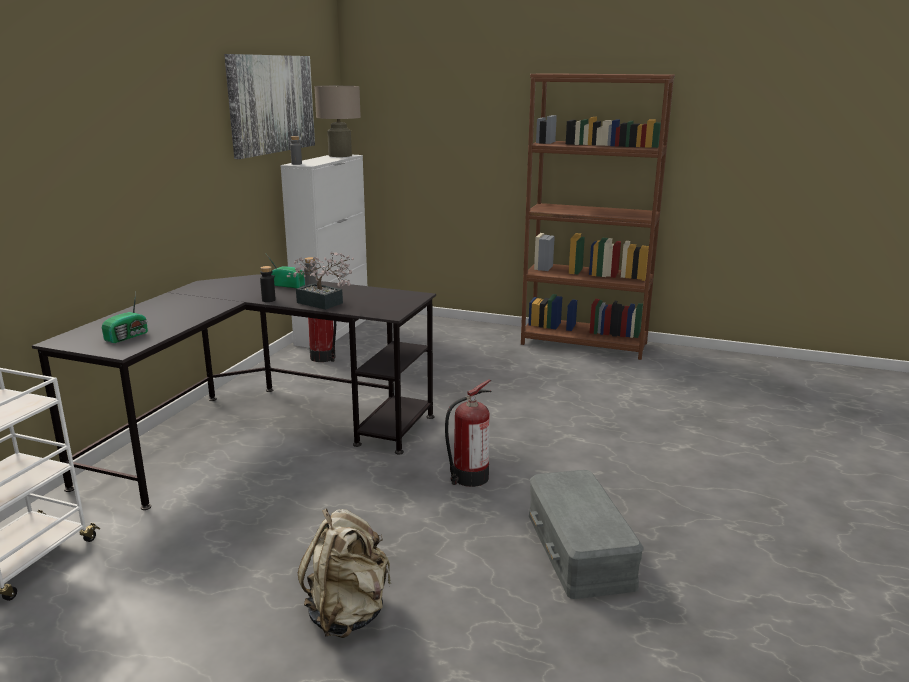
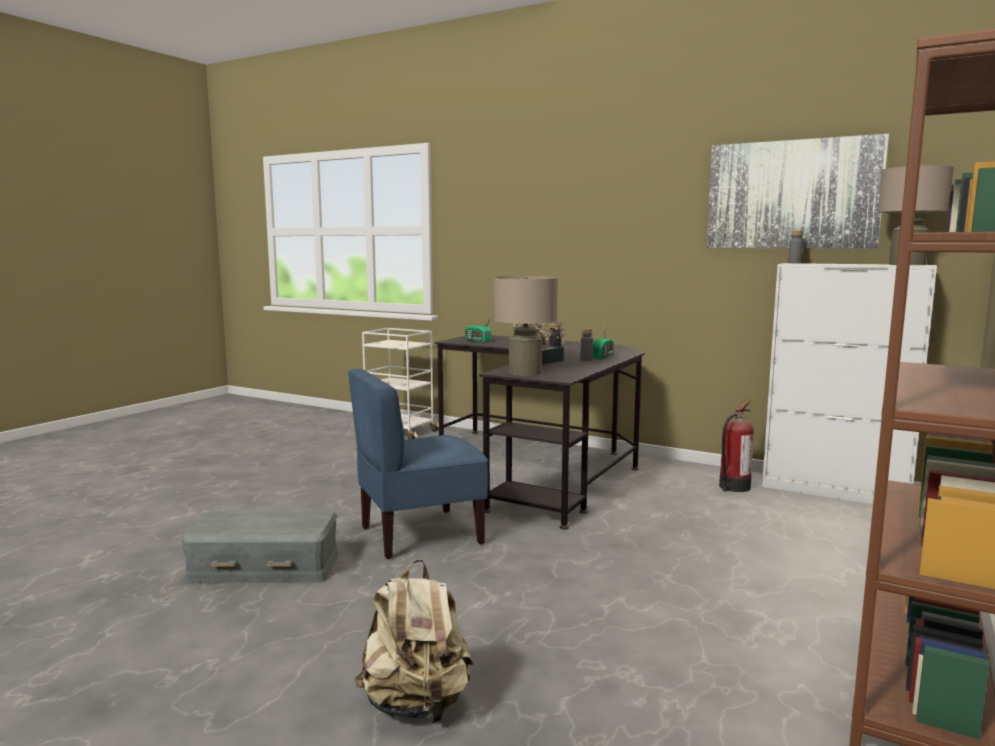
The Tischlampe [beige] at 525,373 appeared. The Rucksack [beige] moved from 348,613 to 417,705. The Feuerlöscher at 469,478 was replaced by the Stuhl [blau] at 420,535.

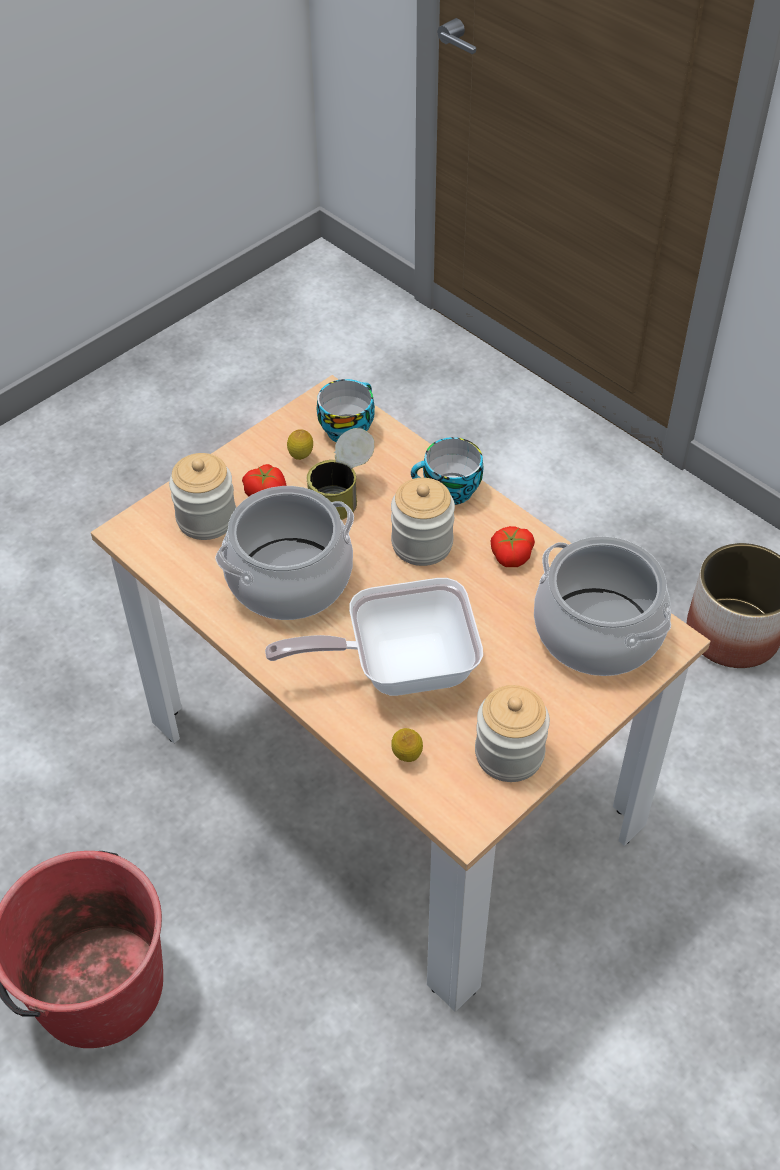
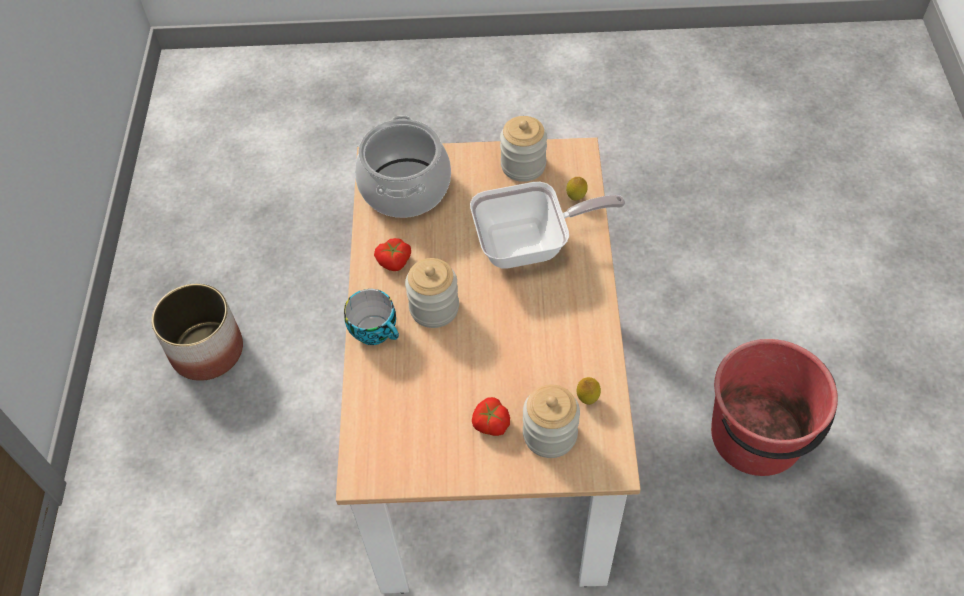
The Kochtopf at 289,580 disappeared. The Dose at 342,494 disappeared. The Tasse at 347,428 disappeared. The Zitrone moved from 301,457 to 587,399. The Pfanne at 398,667 turned 45 degrees counterclockwise.

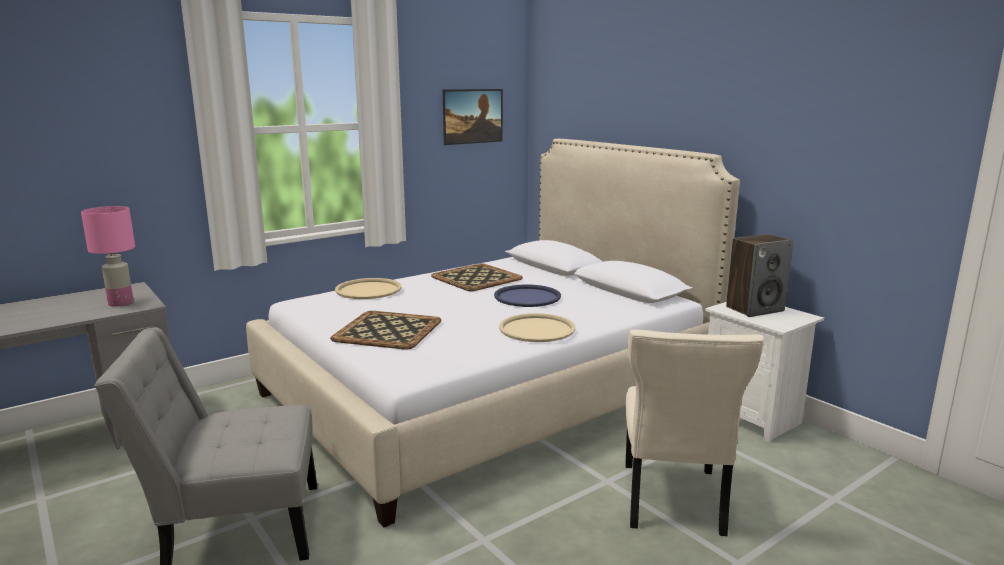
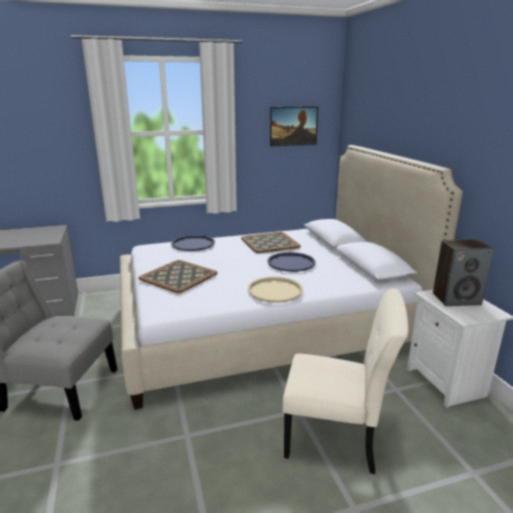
The Tischlampe [rosa] at 120,303 disappeared. The Tablett [beige] at 368,290 became the Tablett [blau] at 193,244. The Stuhl [beige] at 672,501 turned 105 degrees counterclockwise.

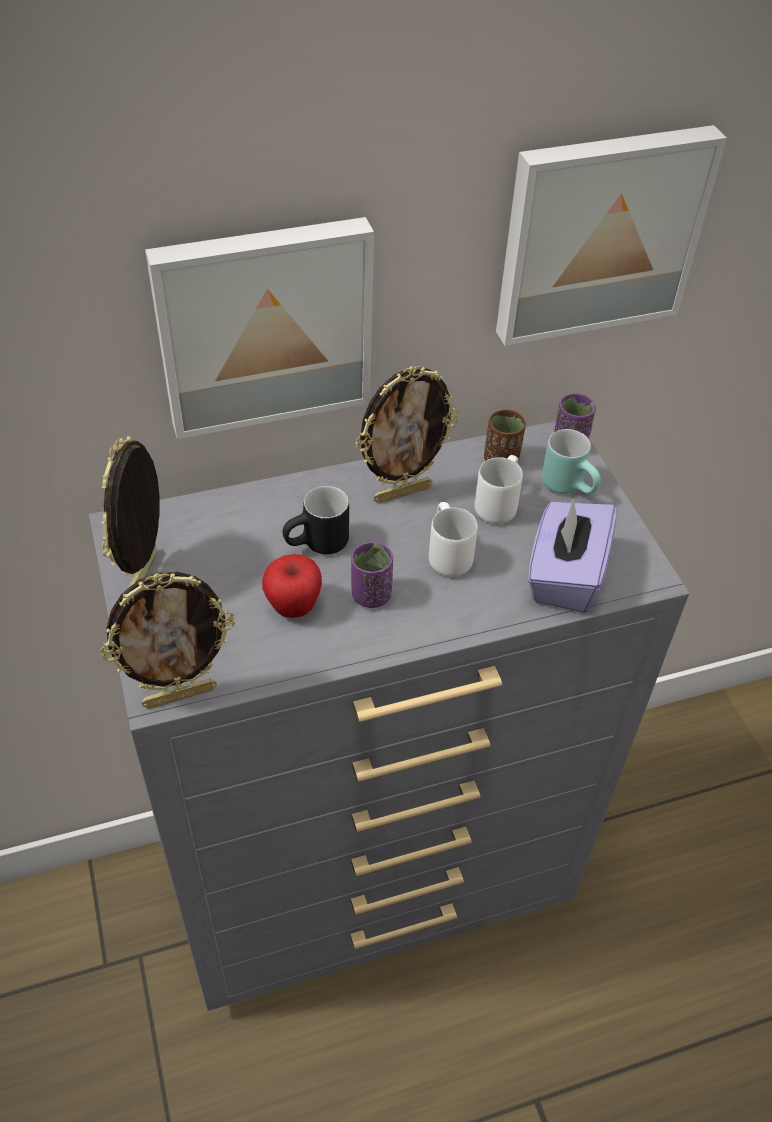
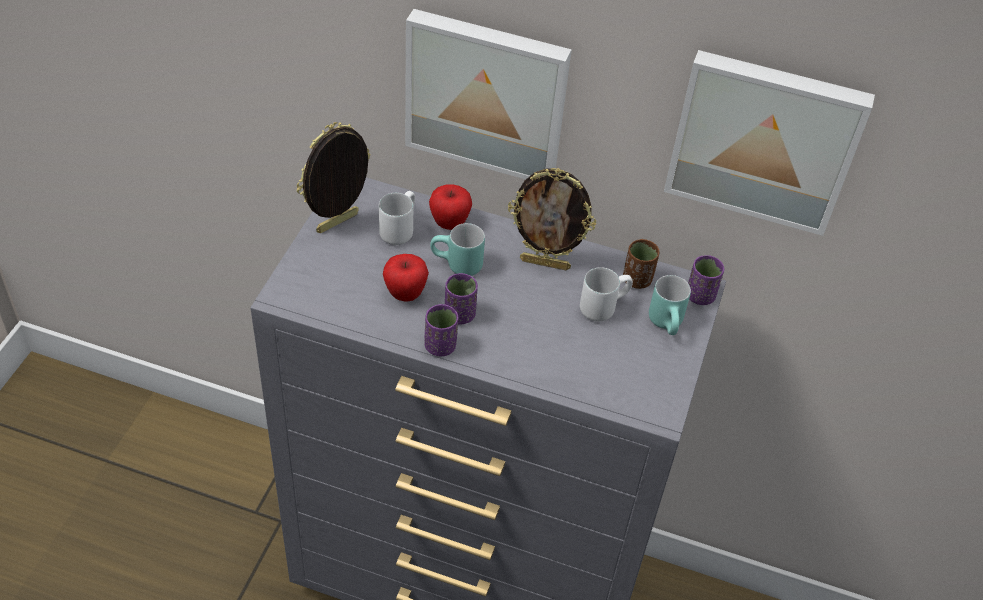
The Bilderrahmen at 180,695 disappeared. The Taschentuchbox [lila] at 564,576 disappeared. The Tasse [lila] at 440,346 appeared. The Apfel at 449,223 appeared. The Henkelbecher [weiß] moved from 444,555 to 397,229. The Henkelbecher [schwarz] at 318,546 became the Henkelbecher [türkis] at 456,266.

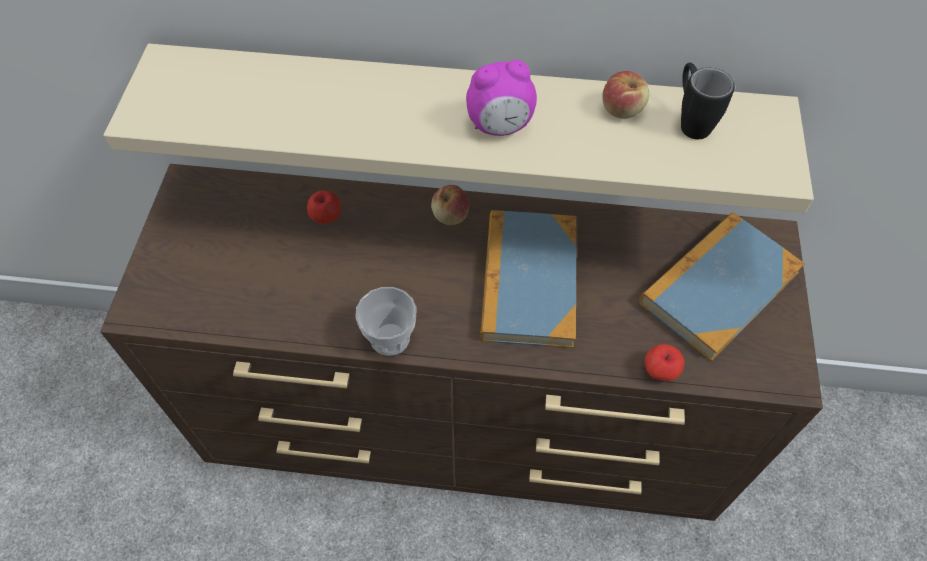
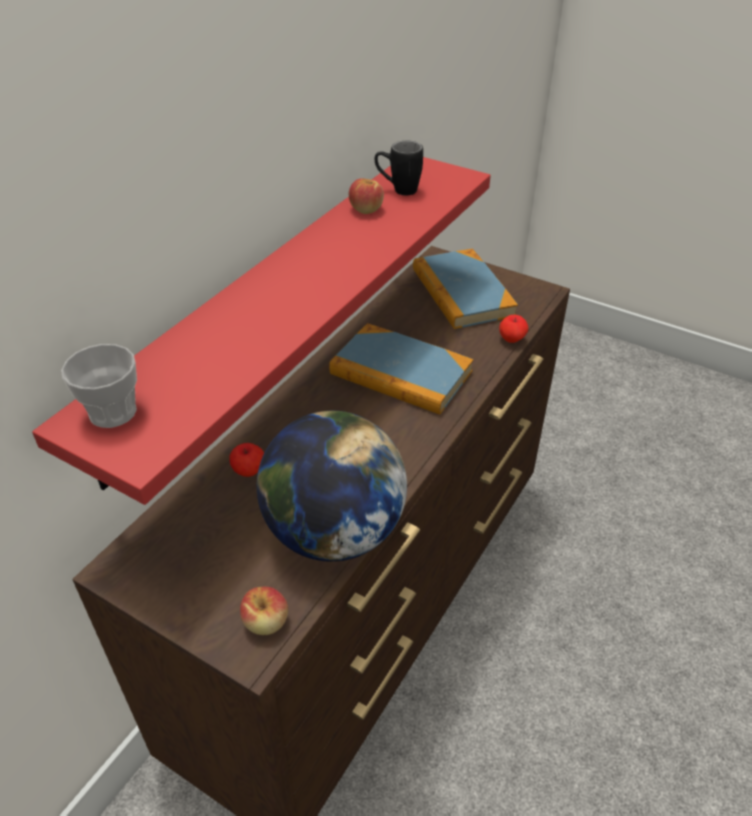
The Wecker at 500,126 disappeared. The Globus at 334,532 appeared. The Tasse moved from 390,338 to 113,412. The Apfel moved from 450,216 to 266,622. The Wandregal [beige] at 464,110 became the Wandregal [rot] at 268,301.

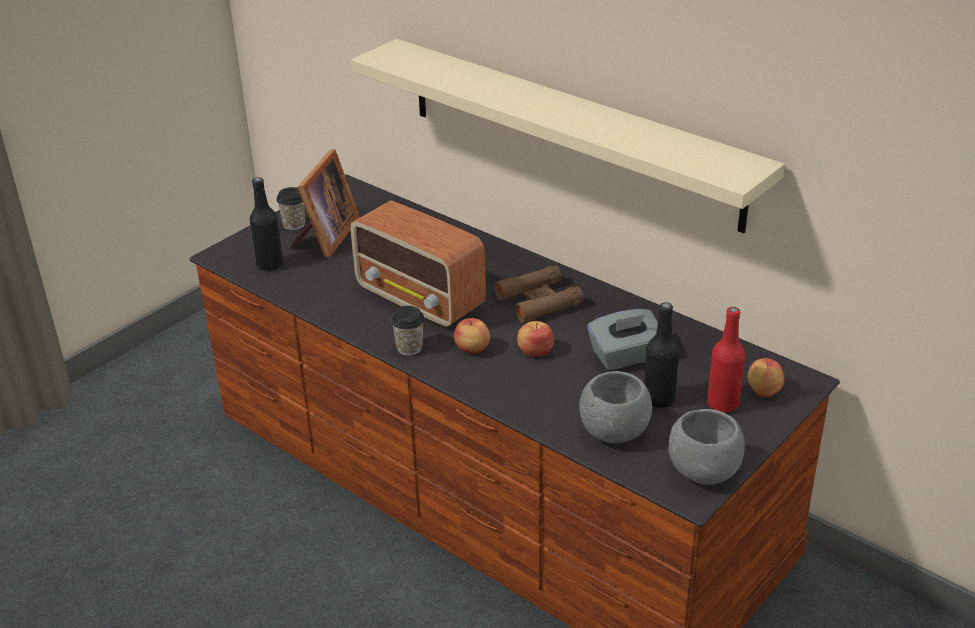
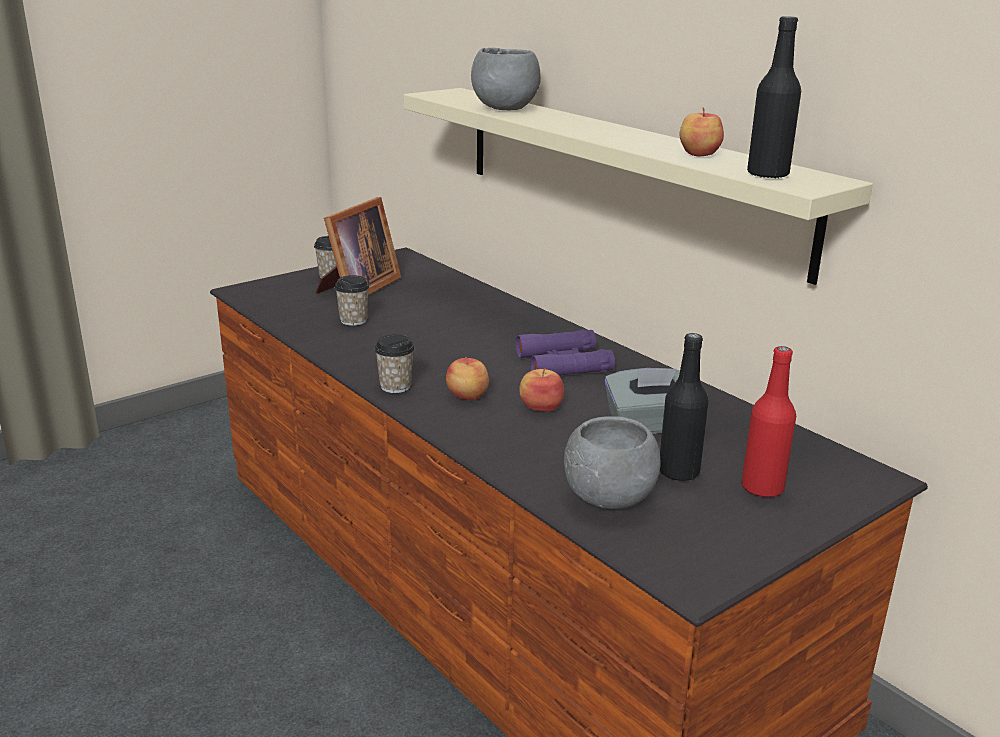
The Radio at 421,300 disappeared. The Tasse at 353,320 appeared. The Flasche [schwarz] moved from 270,264 to 767,174. The Schüssel [grau] moved from 704,472 to 505,108. The Apfel moved from 763,390 to 698,154. The Fernglas [braun] at 538,301 became the Fernglas [lila] at 563,364.

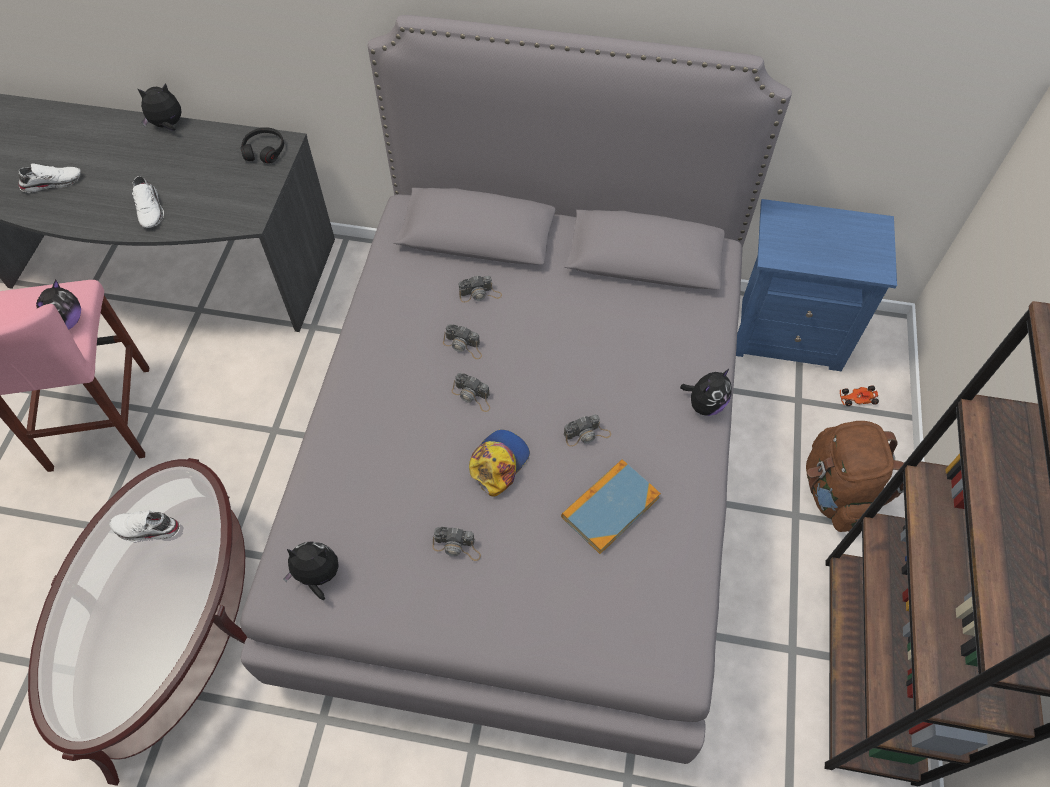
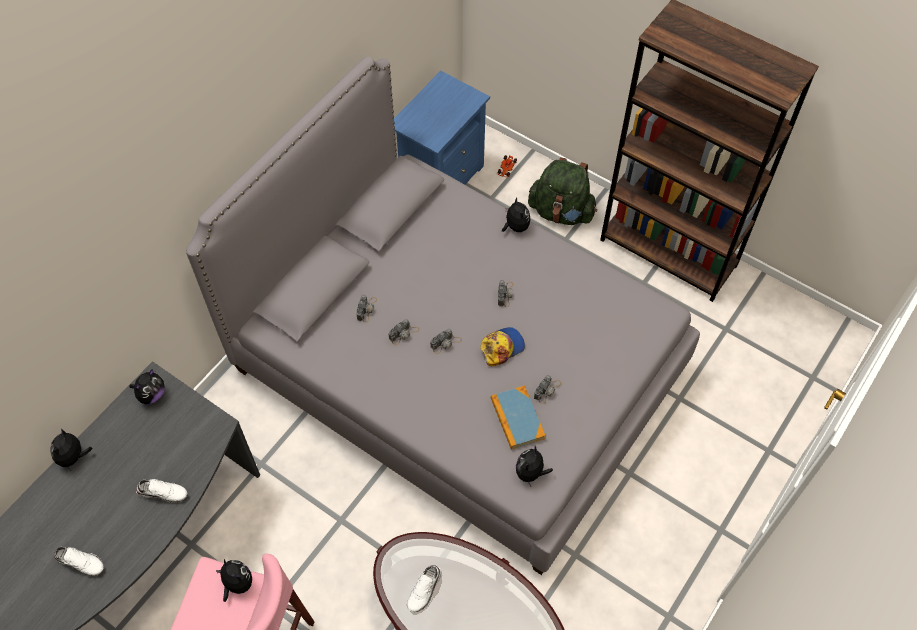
The Buch moved from 610,507 to 517,418. The Kopfhörer [schwarz] at 264,150 was replaced by the Plüschtier at 151,394. The Rucksack [braun] at 836,492 became the Rucksack [grün] at 561,212. The Schuh [weiß] at 52,182 turned 105 degrees clockwise. The Kappe at 498,463 turned 90 degrees clockwise.

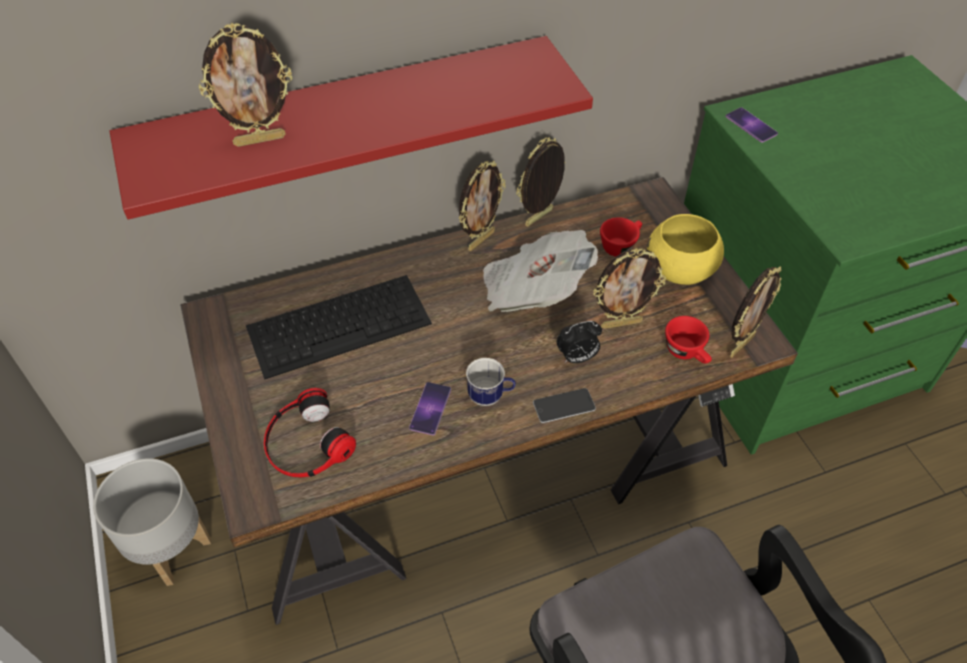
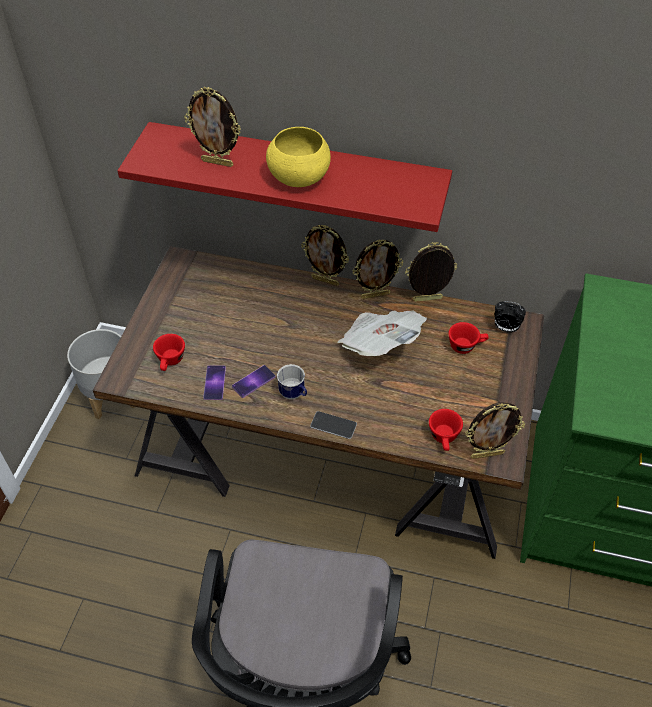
The Tastatur at 340,324 disappeared. The Wecker moved from 577,357 to 505,328. The Bilderrahmen moved from 621,323 to 325,281. The Schüssel [gelb] moved from 680,271 to 299,178. The Handy moved from 751,125 to 214,382. The Kopfhörer at 306,443 was replaced by the Tasse [rot] at 170,362.

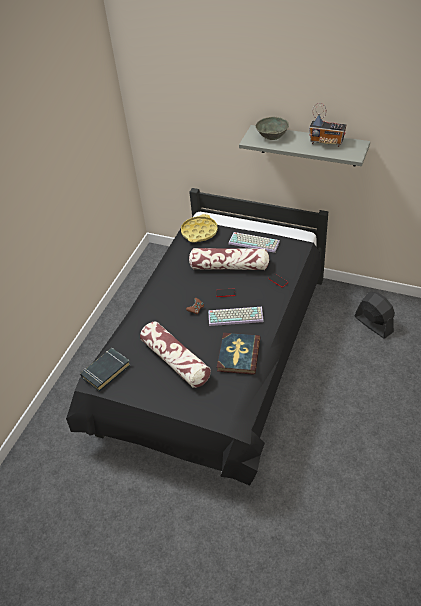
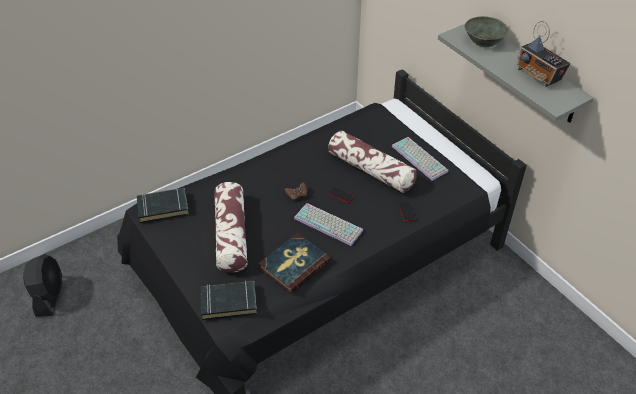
The Tablett [gelb] at 199,232 disappeared. The Buch [schwarz] at 228,302 appeared. The Ventilator [schwarz] moved from 373,324 to 49,295.

